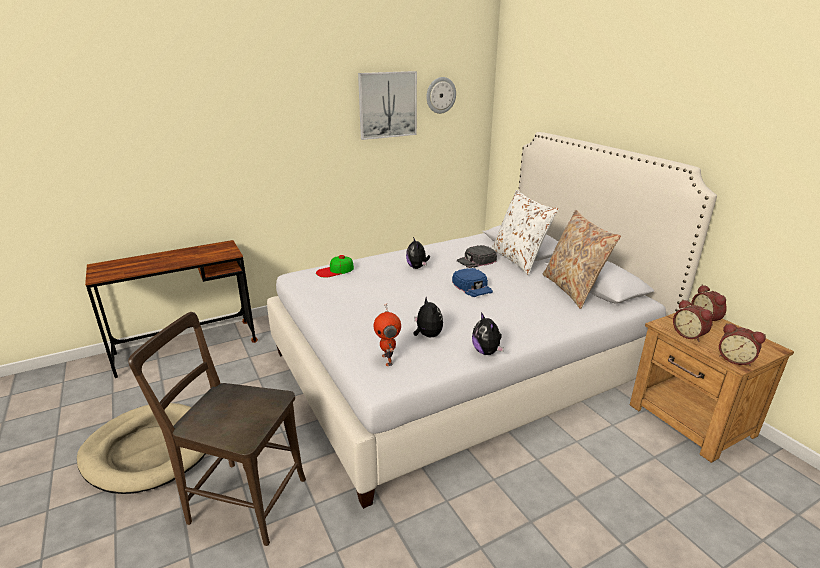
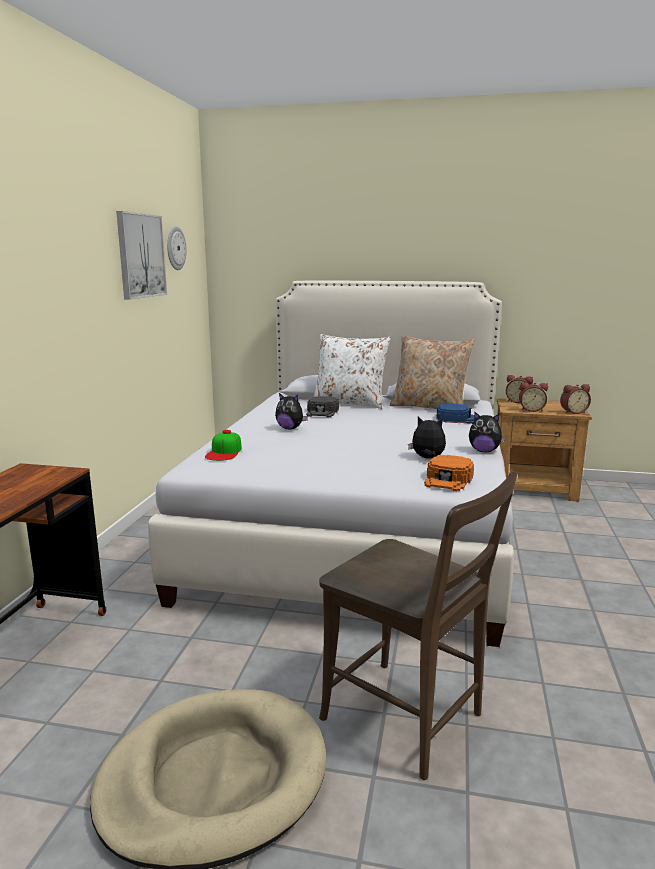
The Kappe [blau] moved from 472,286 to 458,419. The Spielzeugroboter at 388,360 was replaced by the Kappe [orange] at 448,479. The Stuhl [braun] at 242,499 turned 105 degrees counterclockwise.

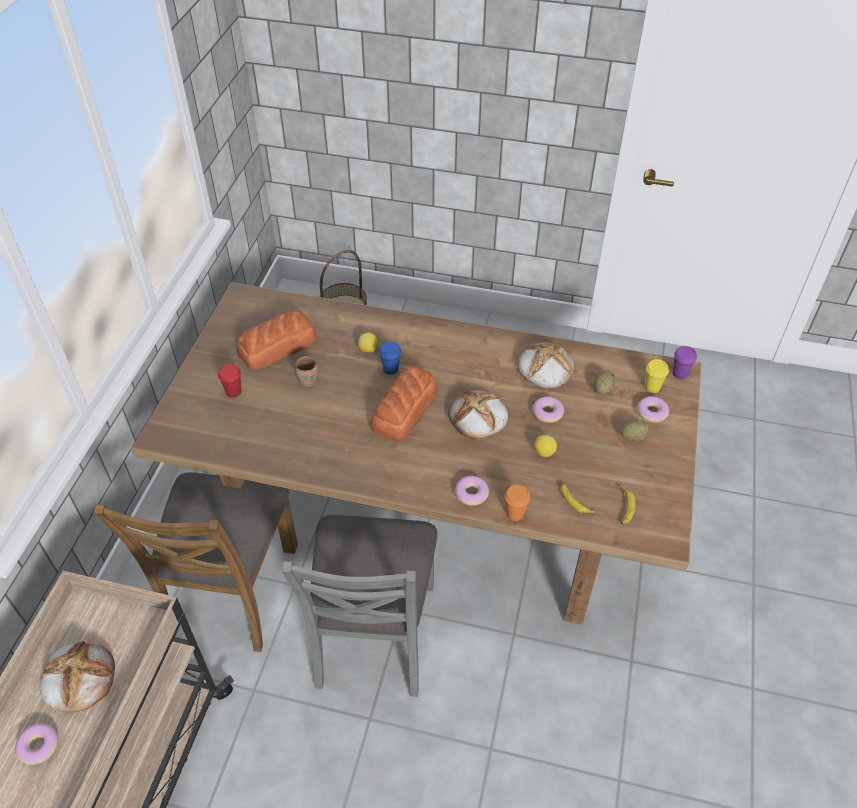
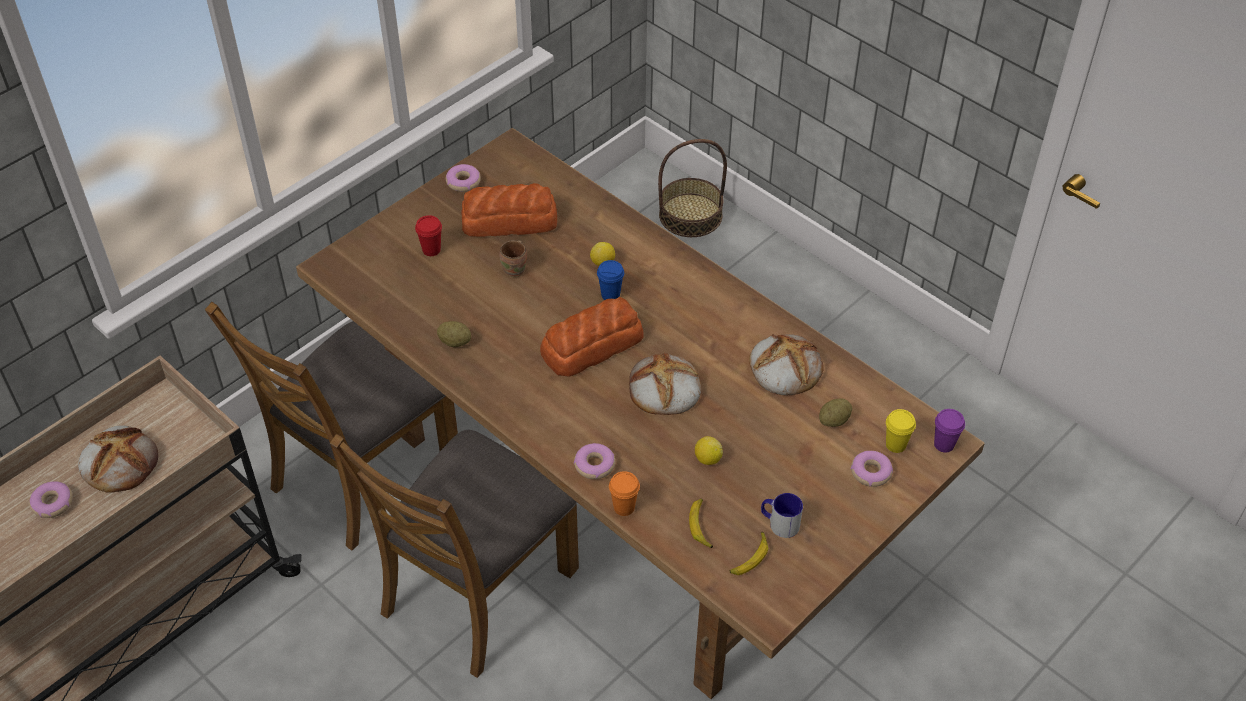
The Henkelbecher at 779,523 appeared. The Donut moved from 547,413 to 463,182. The Kartoffel moved from 633,437 to 455,342. The Stuhl [grau] at 374,633 became the Stuhl [braun] at 476,590.

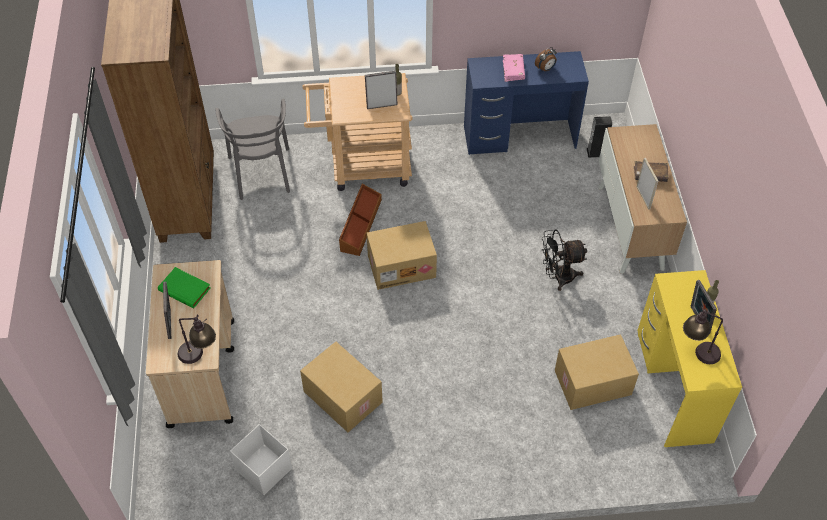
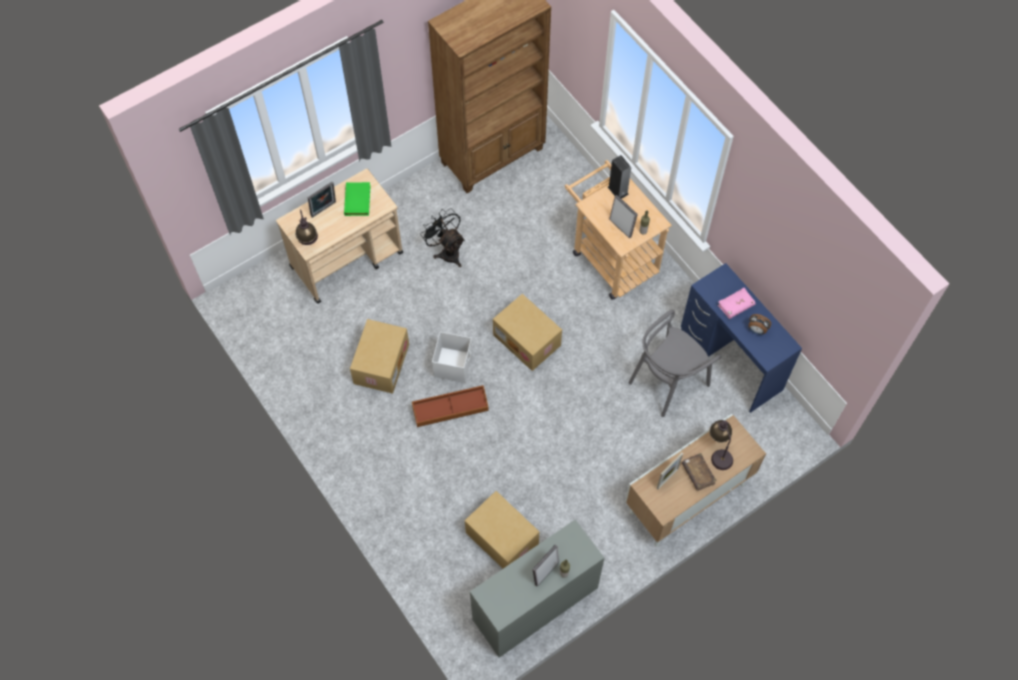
The Stuhl [grau] moved from 261,173 to 668,381. The Aufbewahrungsbox [weiß] moved from 263,468 to 453,364. The Aufbewahrungsbox [braun] moved from 360,225 to 450,409. The Ventilator [schwarz] moved from 558,277 to 447,251. The Lautsprecher moved from 596,152 to 618,190. The Tischlampe moved from 697,351 to 718,452. The Schreibtisch [gelb] at 674,387 became the Schreibtisch [grau] at 535,604.

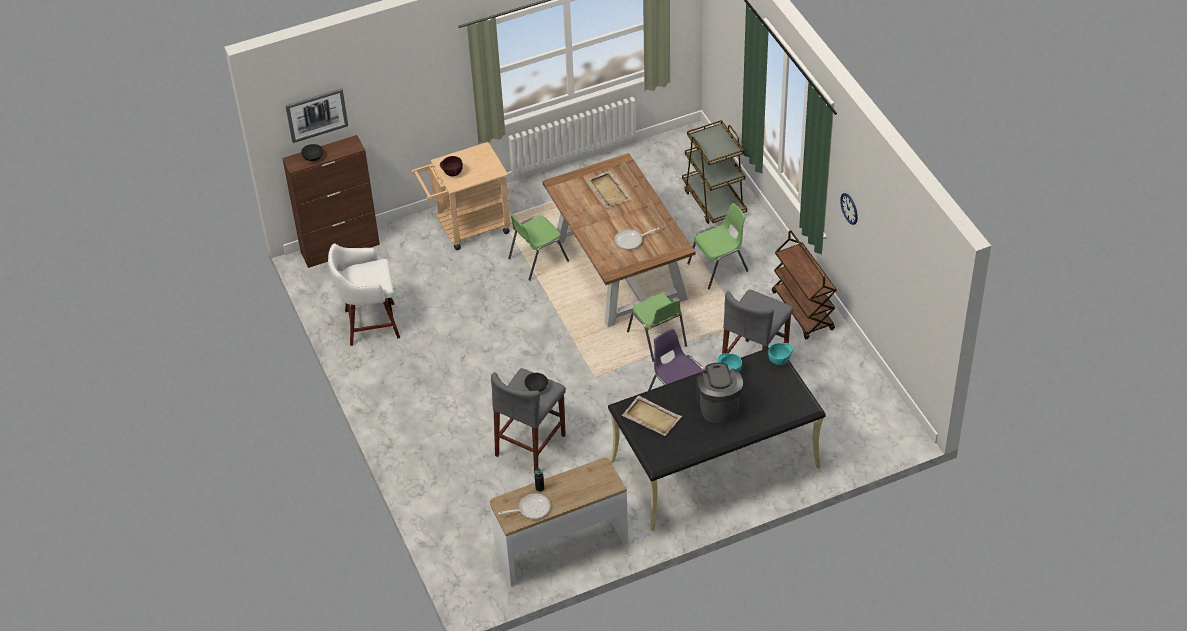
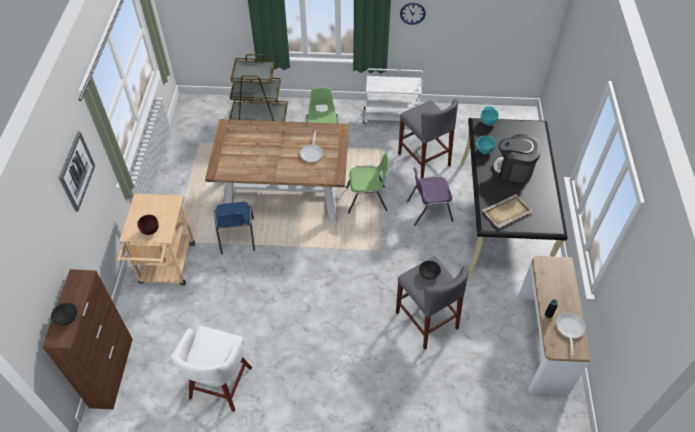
The Tablett [beige] at 608,190 disappeared. The Bild moved from 316,114 to 76,171. The Stuhl [grün] at 537,260 became the Stuhl [blau] at 236,237. The Rollwagen [braun] at 803,311 became the Rollwagen [weiß] at 391,117.

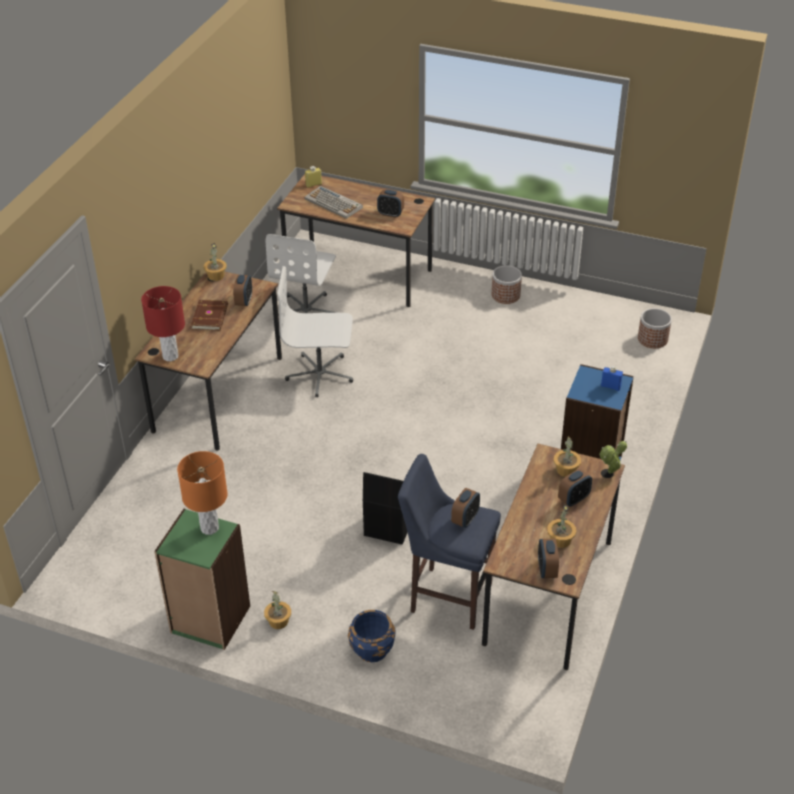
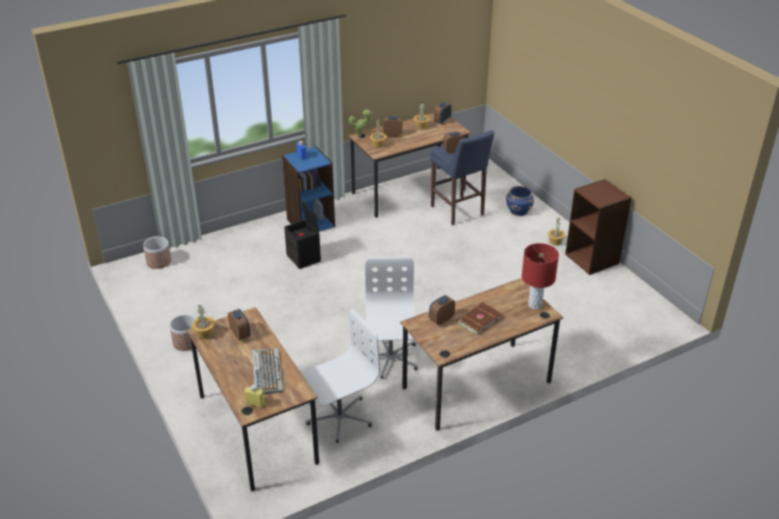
The Tischlampe [orange] at 210,528 disappeared. The Topfpflanze moved from 216,276 to 204,333. The Aufbewahrungsbox [schwarz] moved from 387,528 to 304,258. The Bücherregal [grün] at 210,620 became the Bücherregal [braun] at 592,259. The Bürostuhl [weiß] at 320,374 turned 135 degrees counterclockwise.

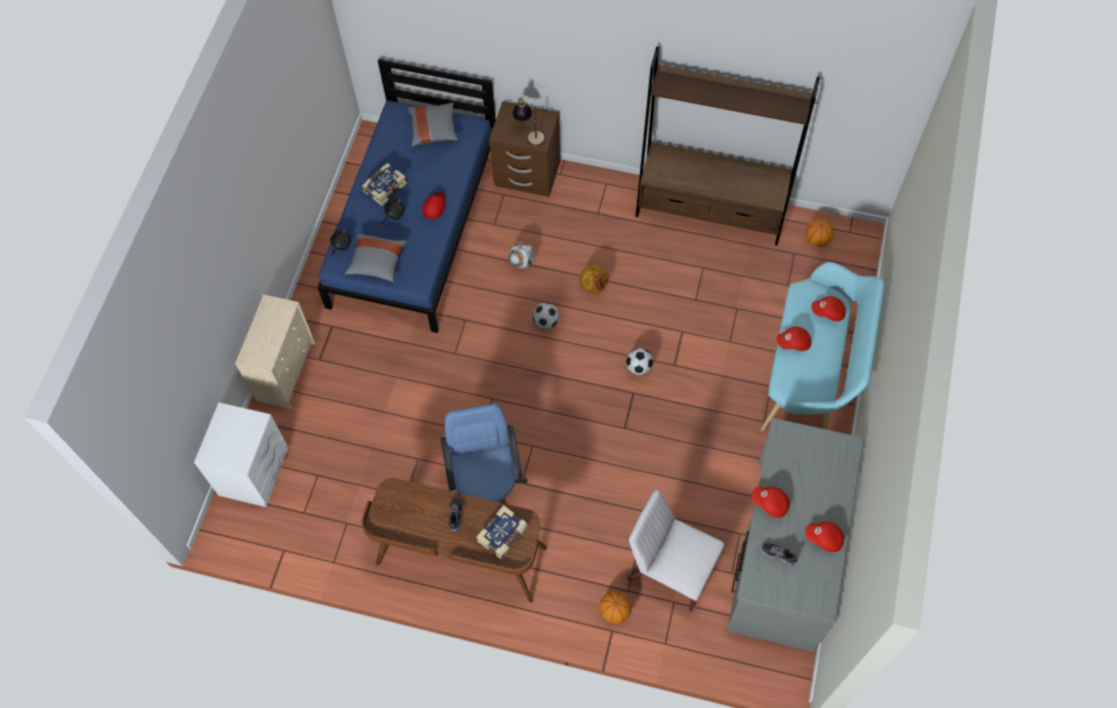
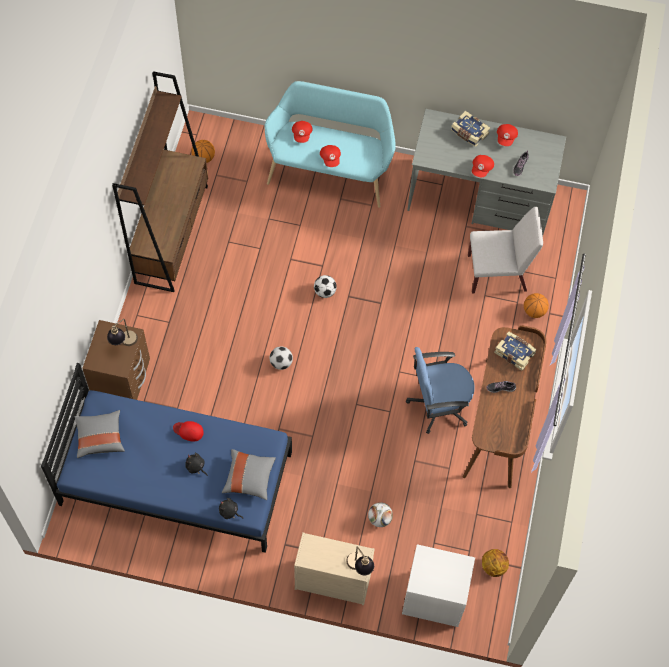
The Tischlampe at 359,567 appeared. The Buch moved from 384,187 to 469,133. The Fußball moved from 522,262 to 379,518. The Basketball moved from 594,285 to 493,566. The Stuhl [weiß] at 670,569 turned 120 degrees counterclockwise.

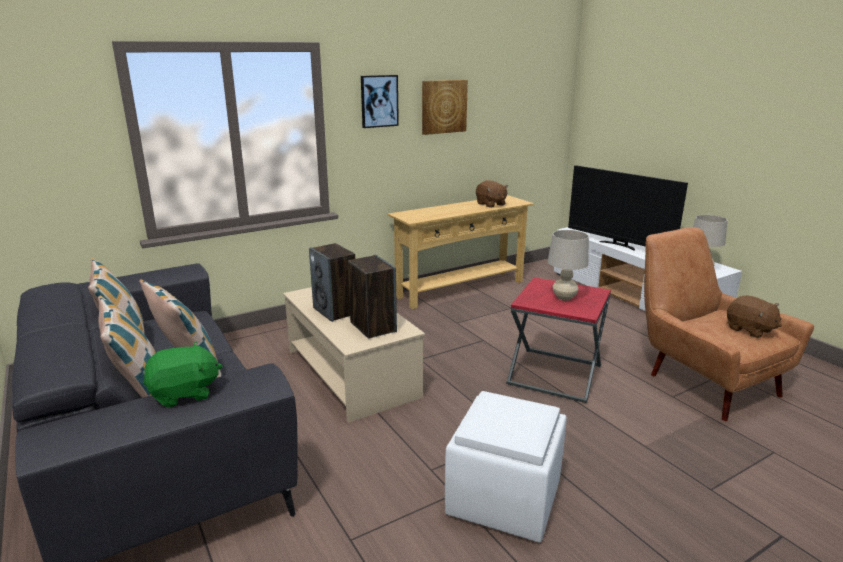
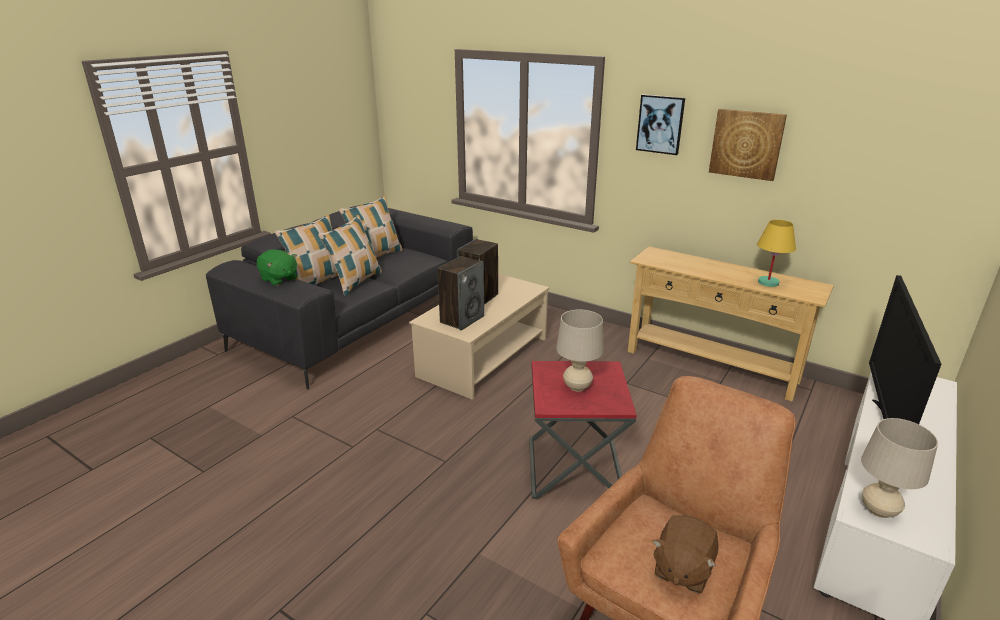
The Polsterhocker [weiß] at 503,497 disappeared. The Plüschtier [braun] at 490,204 was replaced by the Tischlampe [gelb] at 768,282.

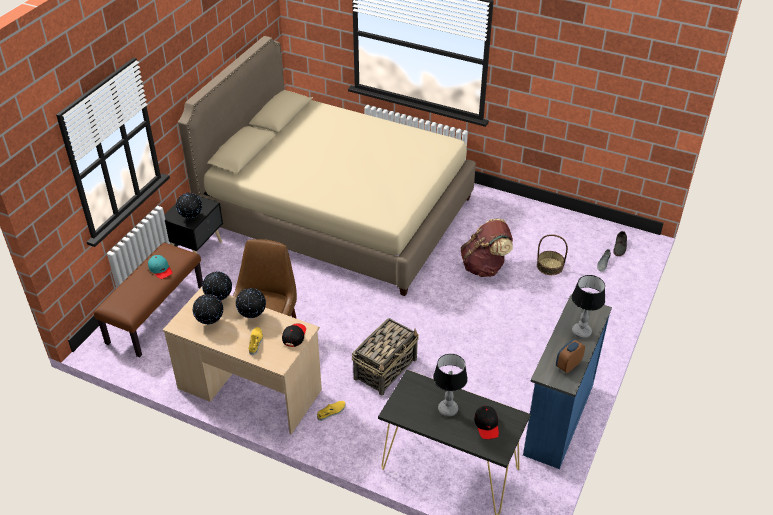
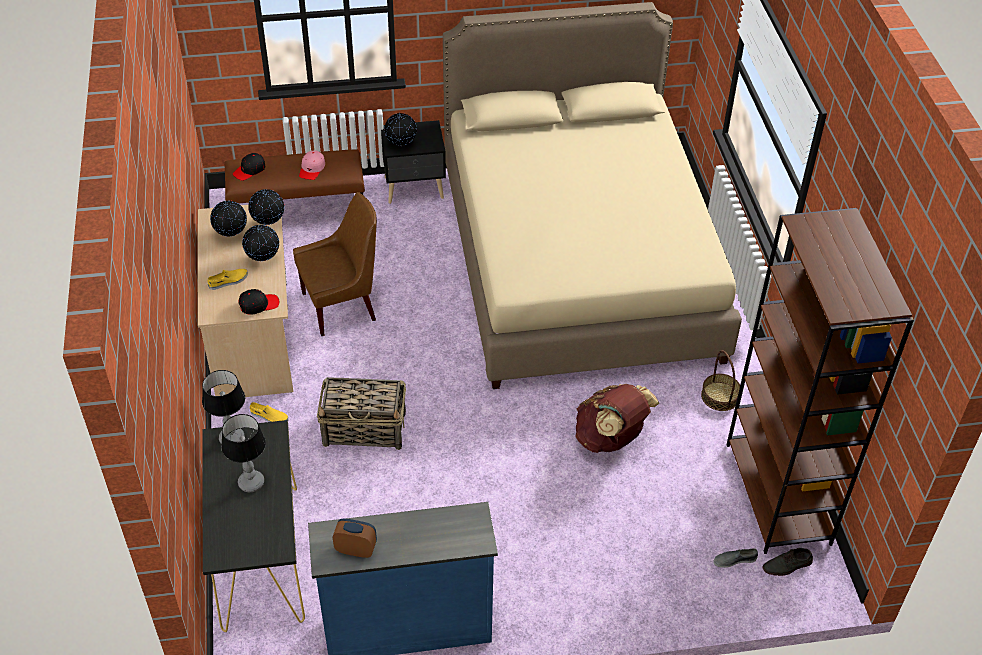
The Bücherregal [braun] at 778,494 appeared. The Kappe [schwarz] moved from 487,425 to 249,170. The Korb moved from 550,266 to 720,396. The Tischlampe moved from 581,332 to 232,439. The Kappe [türkis] at 160,269 became the Kappe [rosa] at 312,169.

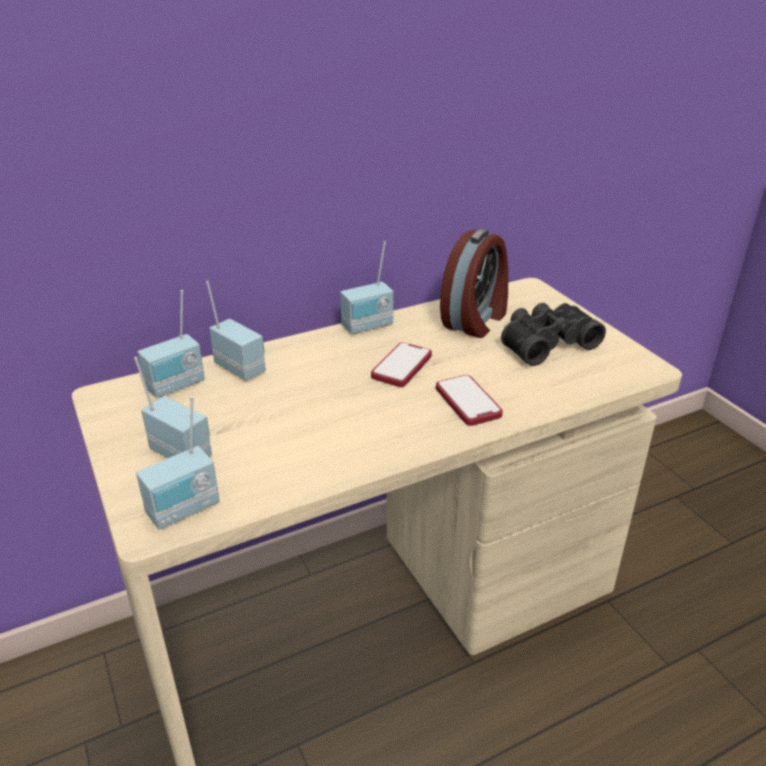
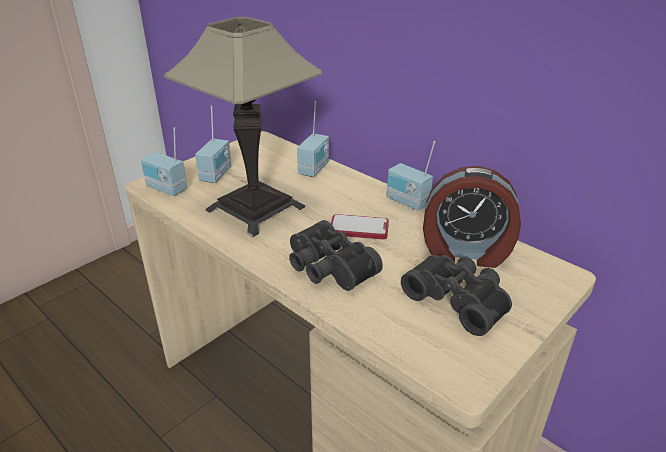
The Radio at 176,386 disappeared. The Tischlampe at 255,208 appeared. The Handy at 468,402 was replaced by the Fernglas [schwarz] at 327,269.

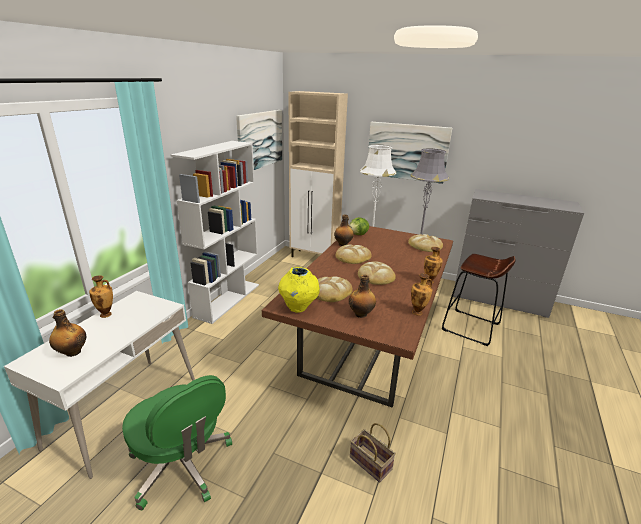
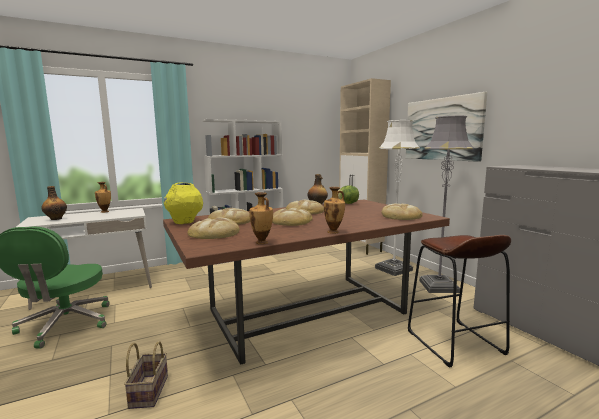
The Bild at 260,140 disappeared. The Flasche at 361,314 was replaced by the Brot at 214,233.

